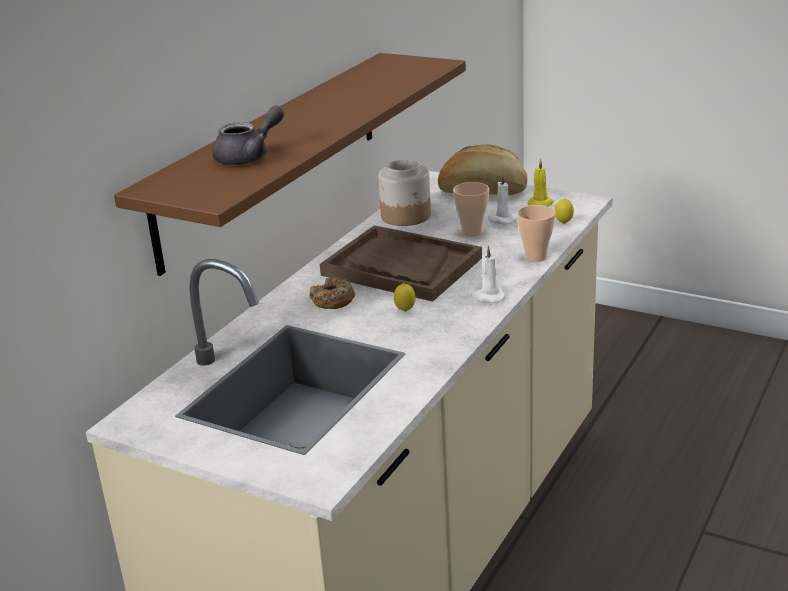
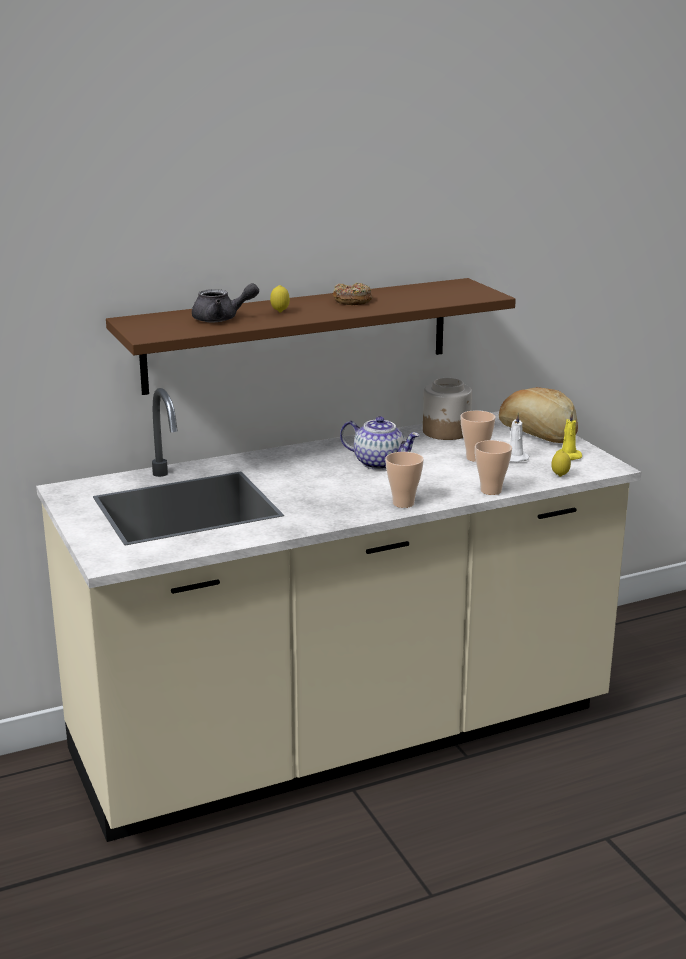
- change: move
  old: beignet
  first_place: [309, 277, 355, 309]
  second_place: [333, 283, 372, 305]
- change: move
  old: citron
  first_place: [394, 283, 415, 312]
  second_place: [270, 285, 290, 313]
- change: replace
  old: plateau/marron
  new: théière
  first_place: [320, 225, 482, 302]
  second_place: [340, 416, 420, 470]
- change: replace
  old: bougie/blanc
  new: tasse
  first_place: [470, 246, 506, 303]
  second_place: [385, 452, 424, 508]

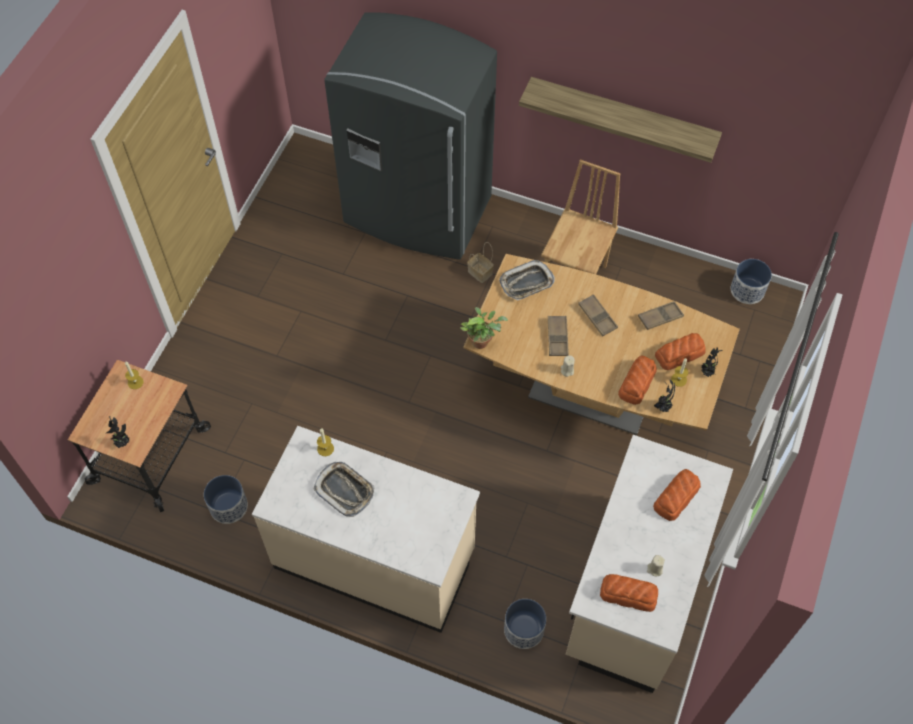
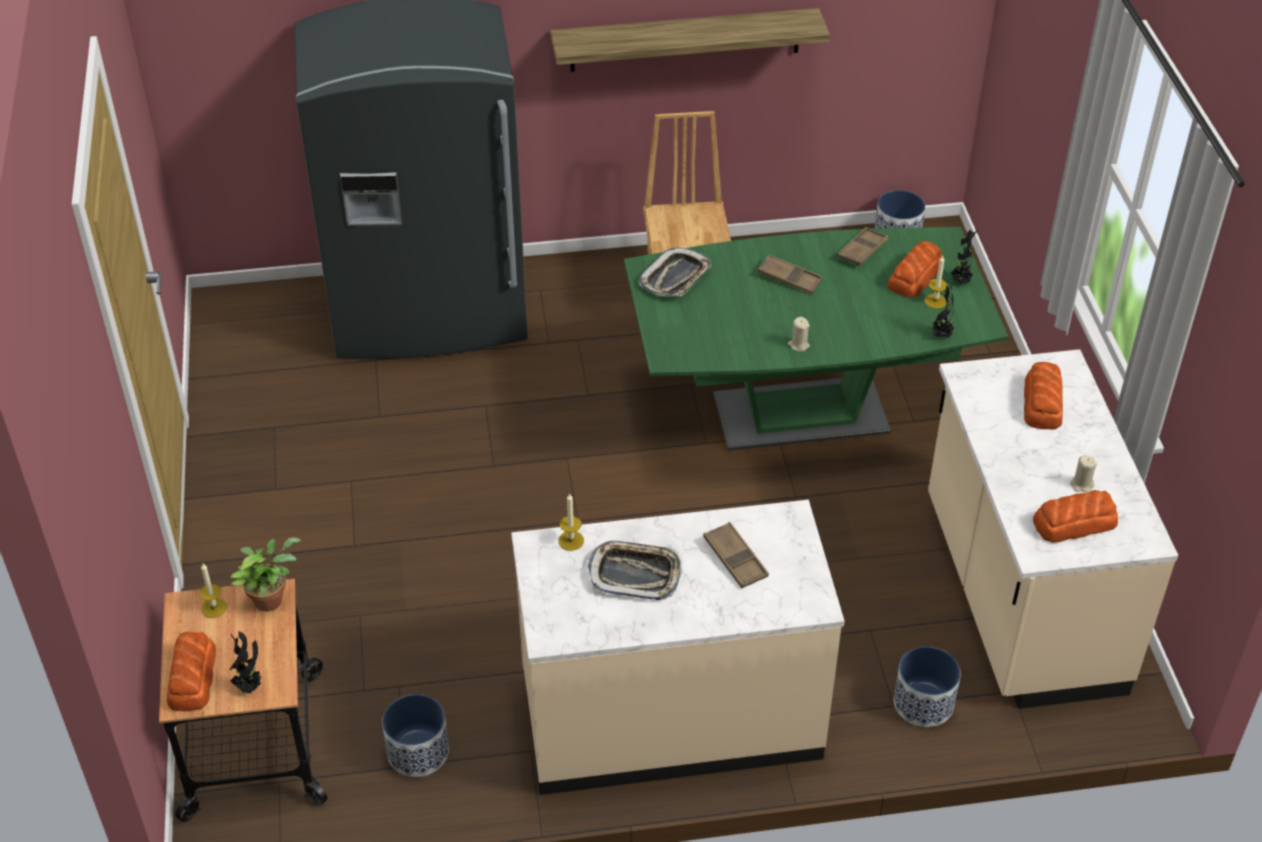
- change: delete
  old: panier
  first_place: [467, 242, 494, 283]
- change: move
  old: plante en pot
  first_place: [460, 307, 508, 349]
  second_place: [230, 537, 301, 612]
- change: move
  old: plateau/marron
  first_place: [548, 316, 569, 356]
  second_place: [703, 522, 769, 589]
- change: move
  old: pain
  first_place: [618, 355, 657, 405]
  second_place: [167, 632, 216, 711]
- change: recolor
  old: table à manger/marron
  new: table à manger/vert
  first_place: [463, 254, 740, 435]
  second_place: [624, 227, 1008, 451]

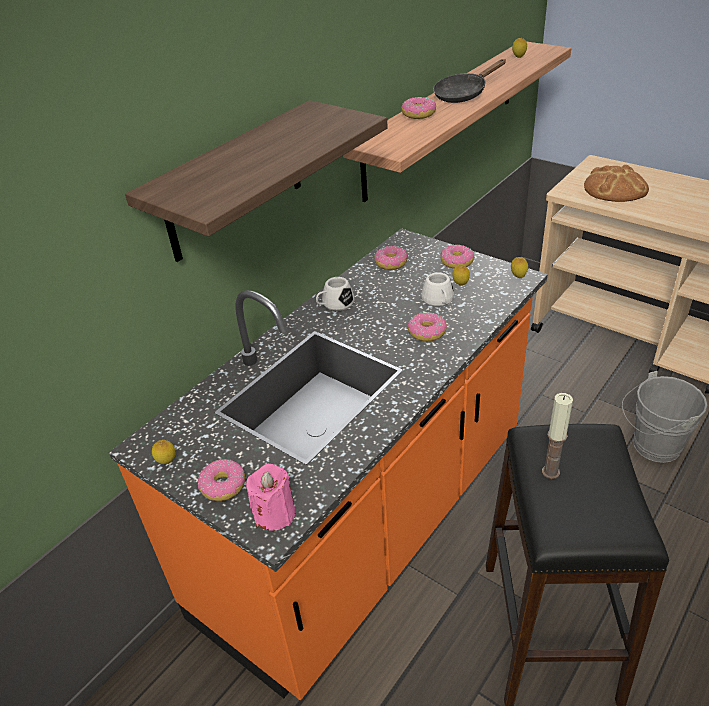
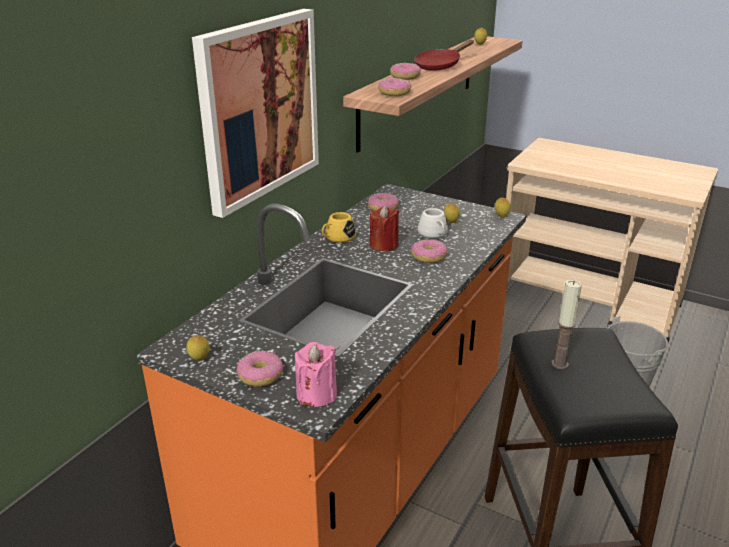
- change: delete
  old: pain
  first_place: [584, 164, 649, 202]
- change: insert
  new: bougie/rouge
  second_place: [370, 205, 400, 251]
- change: move
  old: beignet
  first_place: [440, 245, 475, 268]
  second_place: [378, 78, 412, 96]
- change: replace
  old: étagère
  new: tableau
  first_place: [125, 100, 388, 262]
  second_place: [192, 9, 319, 218]
- change: recolor
  old: mug/blanc
  new: mug/jaune
  first_place: [316, 277, 354, 311]
  second_place: [322, 212, 356, 243]
- change: recolor
  old: poêle/noir
  new: poêle/rouge
  first_place: [433, 59, 506, 103]
  second_place: [414, 40, 474, 71]

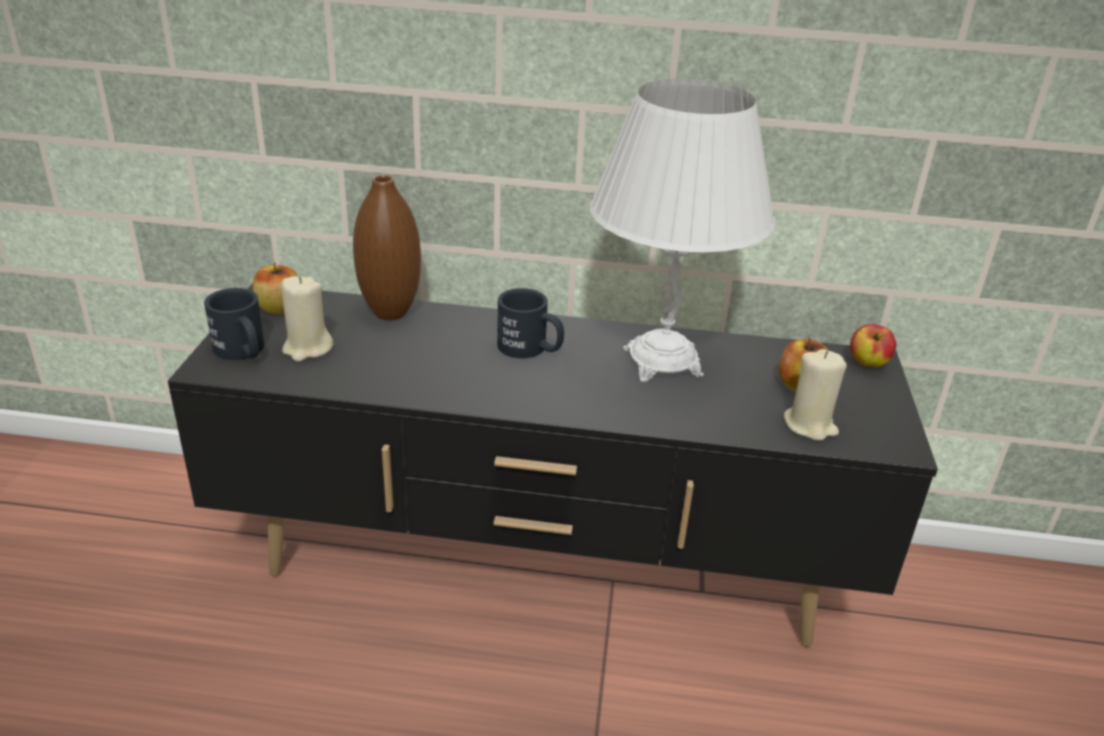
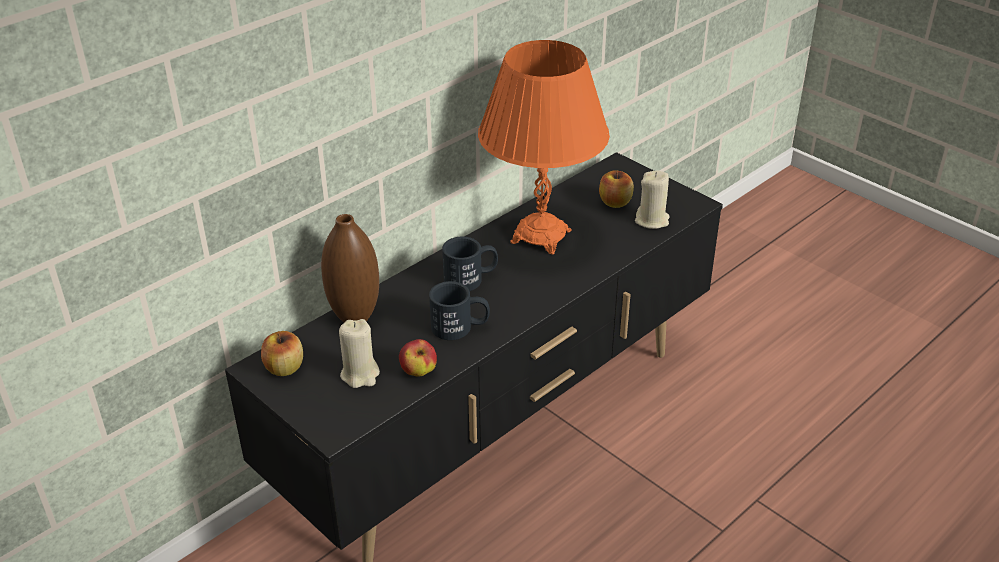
- change: move
  old: mug/noir
  first_place: [204, 288, 264, 360]
  second_place: [429, 281, 490, 340]
- change: move
  old: pomme
  first_place: [850, 324, 896, 367]
  second_place: [399, 339, 437, 377]
- change: recolor
  old: lampe de table/blanc
  new: lampe de table/orange
  first_place: [589, 79, 776, 382]
  second_place: [478, 40, 610, 255]

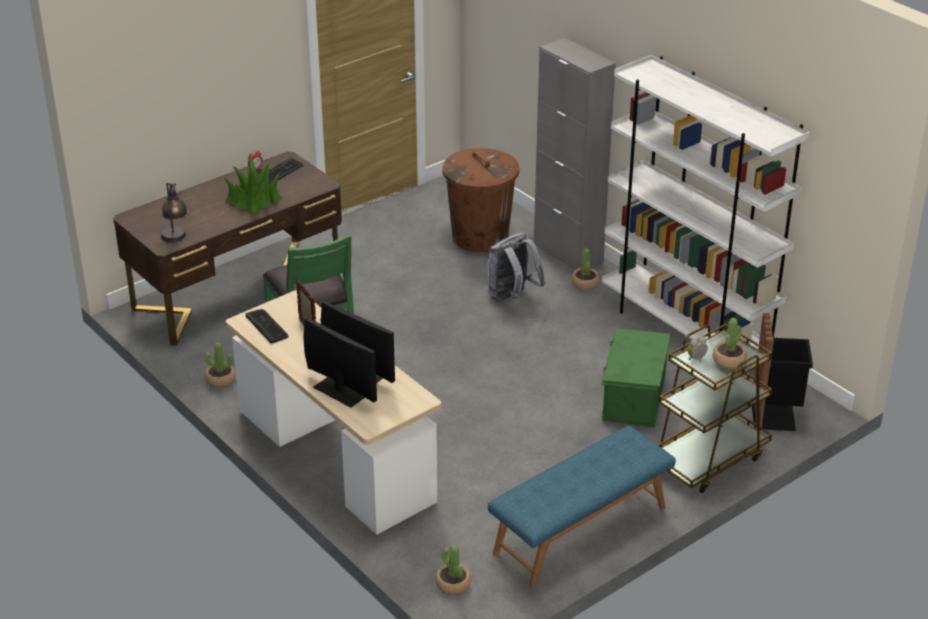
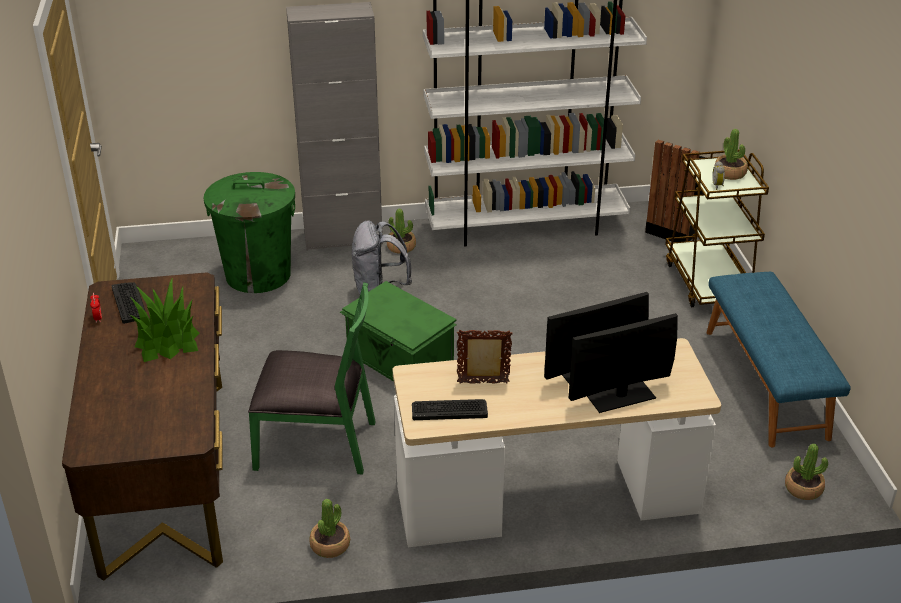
- change: delete
  old: lampe de table
  first_place: [161, 183, 188, 242]
- change: move
  old: boîte de rangement/vert
  first_place: [601, 329, 671, 428]
  second_place: [340, 281, 457, 382]
- change: recolor
  old: poubelle/marron
  new: poubelle/vert
  first_place: [442, 148, 519, 252]
  second_place: [204, 172, 295, 293]

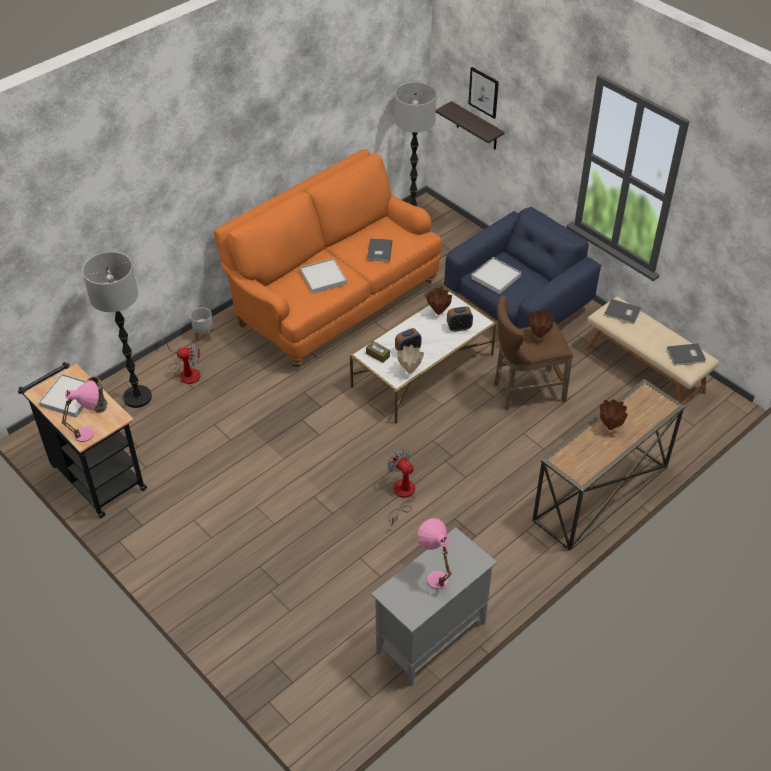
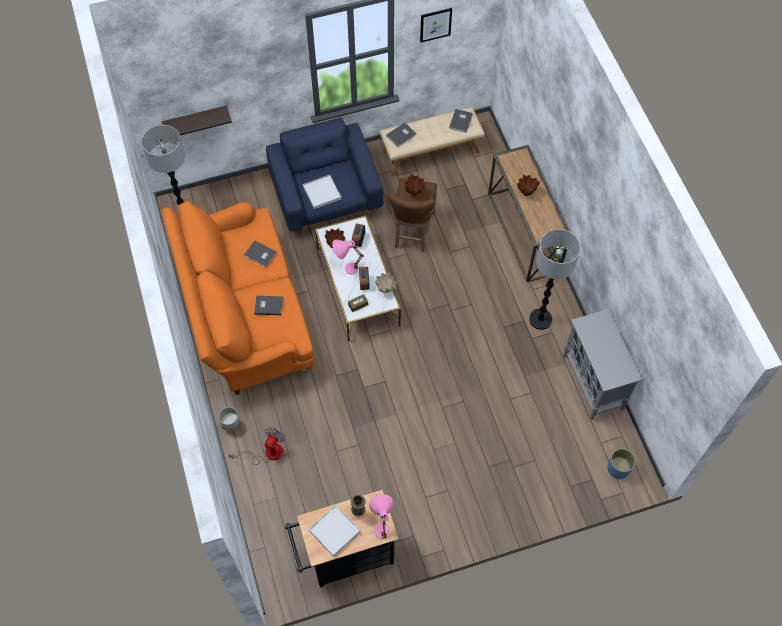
- change: delete
  old: ventilateur
  first_place: [388, 449, 415, 525]
- change: insert
  new: cache-pot/bleu
  second_place: [607, 448, 636, 479]
- change: move
  old: lampadaire
  first_place: [82, 252, 152, 408]
  second_place: [529, 229, 581, 330]
- change: move
  old: lampe de table/rose
  first_place: [417, 518, 452, 589]
  second_place: [332, 240, 364, 274]
- change: move
  old: tableau
  first_place: [468, 67, 499, 119]
  second_place: [420, 8, 452, 43]
- change: replace
  old: plateau/blanc
  new: livre/gris
  first_place: [300, 258, 347, 293]
  second_place: [254, 296, 283, 315]

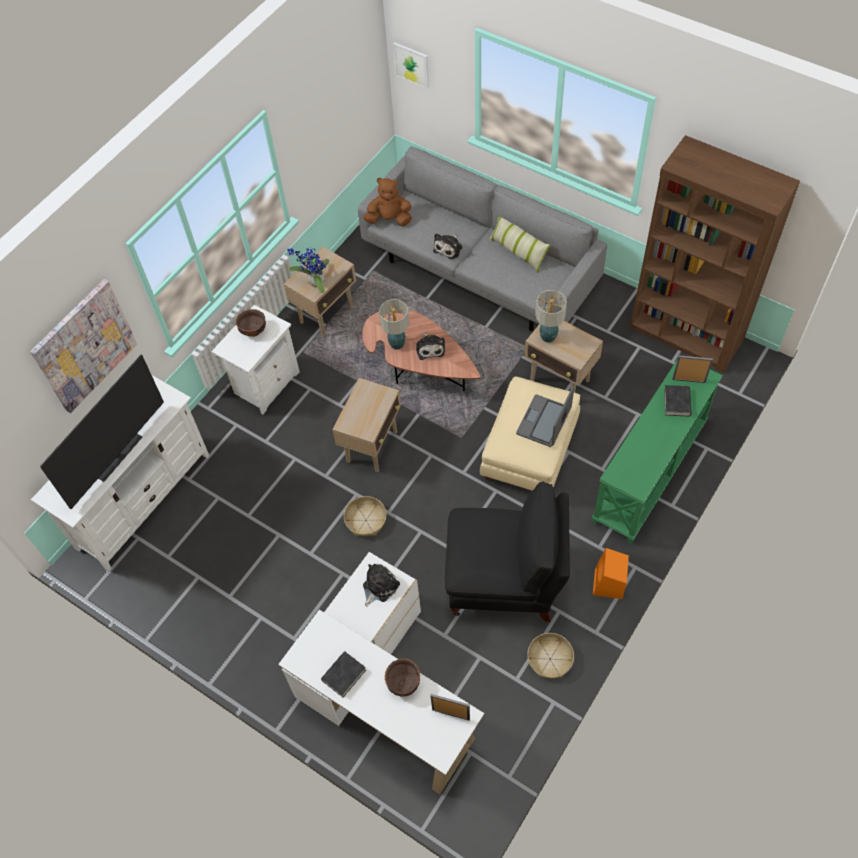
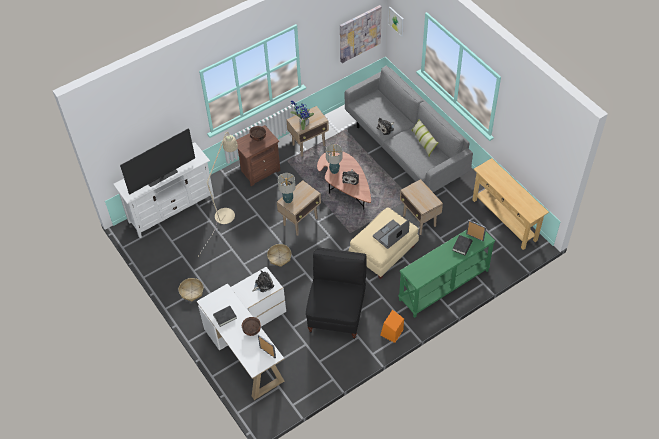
- change: delete
  old: peluche/marron
  first_place: [363, 178, 412, 226]
- change: insert
  new: lampadaire/beige
  second_place: [197, 132, 238, 258]
- change: move
  old: tableau
  first_place: [30, 279, 137, 413]
  second_place: [340, 5, 382, 63]
- change: move
  old: panier
  first_place: [527, 633, 574, 679]
  second_place: [179, 278, 203, 302]
- change: move
  old: lampe de table
  first_place: [535, 290, 567, 343]
  second_place: [278, 173, 296, 203]
- change: replace
  old: bibliothèque/marron
  new: table console/beige
  first_place: [630, 135, 800, 373]
  second_place: [472, 158, 549, 250]
- change: recolor
  old: table de chevet/blanc
  new: table de chevet/marron
  first_place: [211, 305, 300, 415]
  second_place: [236, 125, 281, 186]
- change: rotate
  old: chaise/noir
  first_place: [445, 482, 570, 622]
  second_place: [306, 248, 367, 339]
  degrees: -105

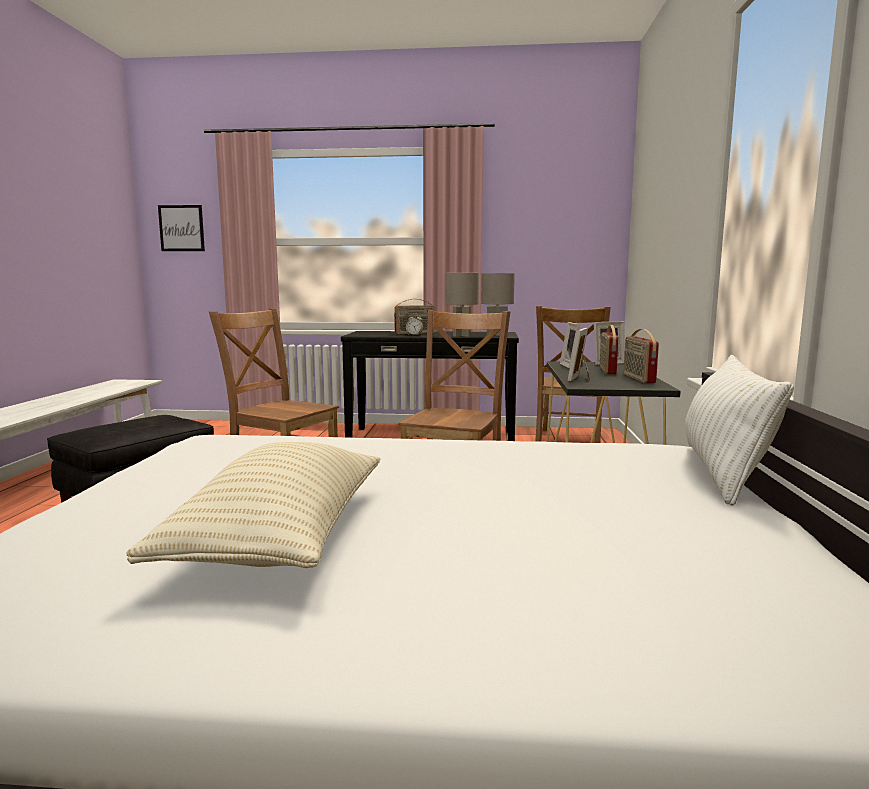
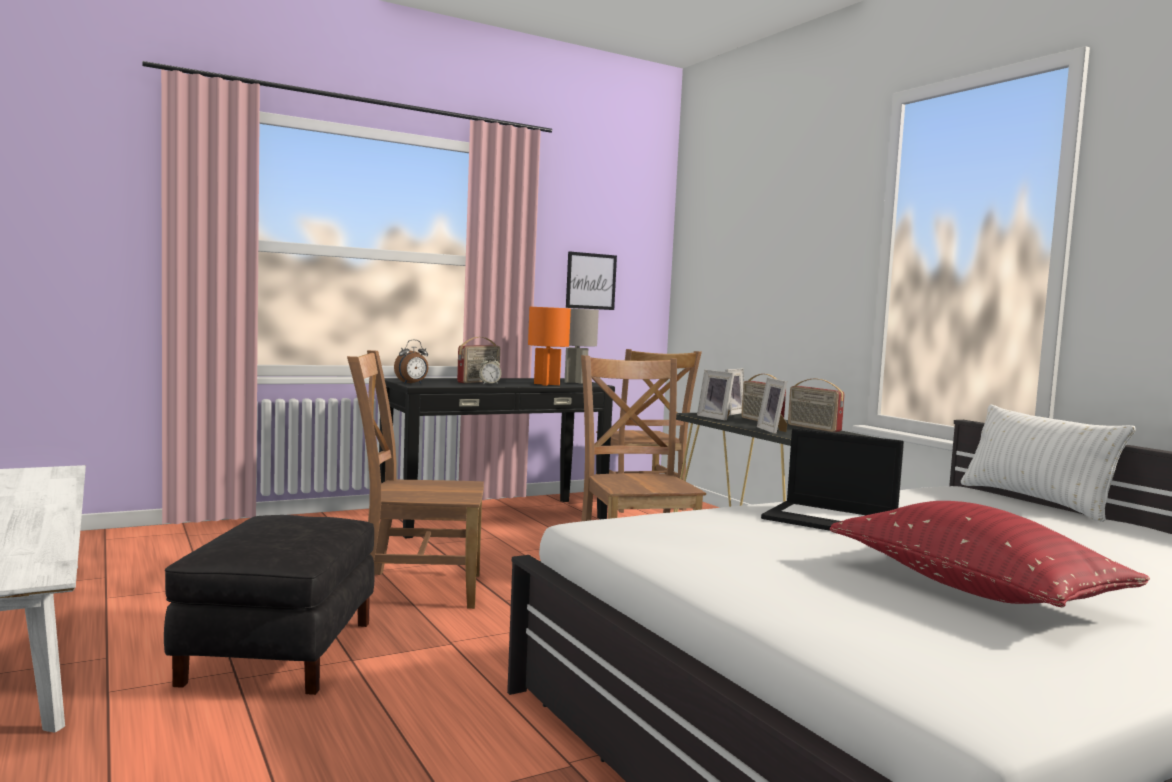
- change: insert
  new: réveil
  second_place: [394, 340, 428, 384]
- change: insert
  new: ordinateur portable
  second_place: [761, 428, 904, 531]
- change: move
  old: tableau
  first_place: [158, 205, 205, 251]
  second_place: [566, 251, 617, 310]
- change: recolor
  old: coussin/beige
  new: coussin/rouge
  first_place: [126, 442, 380, 568]
  second_place: [830, 501, 1150, 607]
- change: recolor
  old: lampe de table/gris
  new: lampe de table/orange
  first_place: [445, 273, 479, 337]
  second_place: [528, 307, 571, 386]

